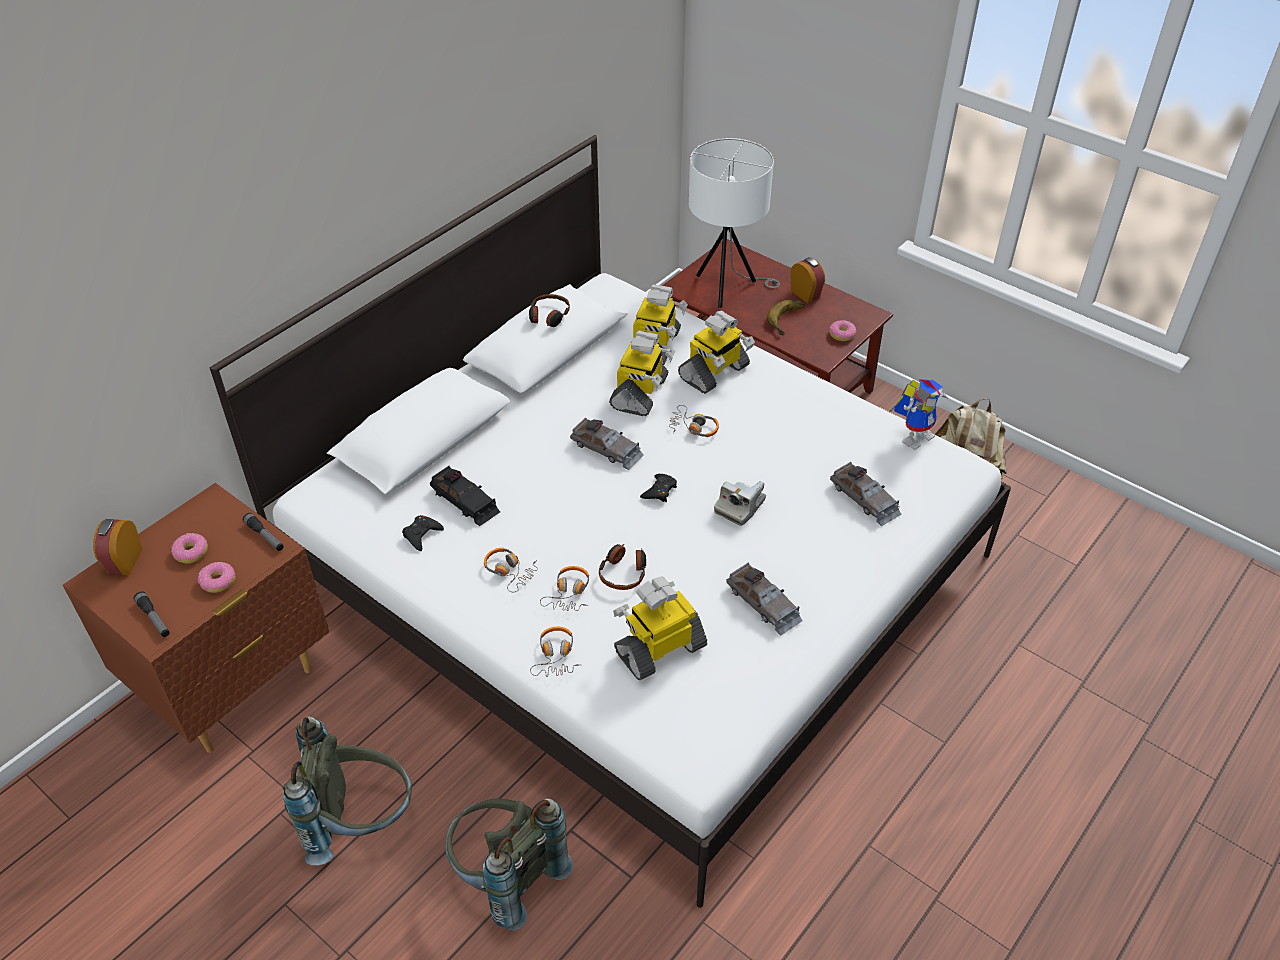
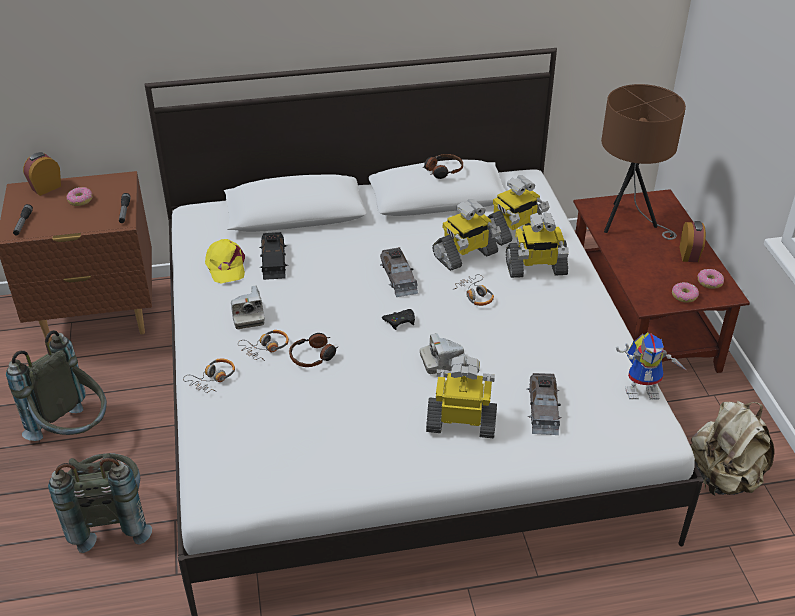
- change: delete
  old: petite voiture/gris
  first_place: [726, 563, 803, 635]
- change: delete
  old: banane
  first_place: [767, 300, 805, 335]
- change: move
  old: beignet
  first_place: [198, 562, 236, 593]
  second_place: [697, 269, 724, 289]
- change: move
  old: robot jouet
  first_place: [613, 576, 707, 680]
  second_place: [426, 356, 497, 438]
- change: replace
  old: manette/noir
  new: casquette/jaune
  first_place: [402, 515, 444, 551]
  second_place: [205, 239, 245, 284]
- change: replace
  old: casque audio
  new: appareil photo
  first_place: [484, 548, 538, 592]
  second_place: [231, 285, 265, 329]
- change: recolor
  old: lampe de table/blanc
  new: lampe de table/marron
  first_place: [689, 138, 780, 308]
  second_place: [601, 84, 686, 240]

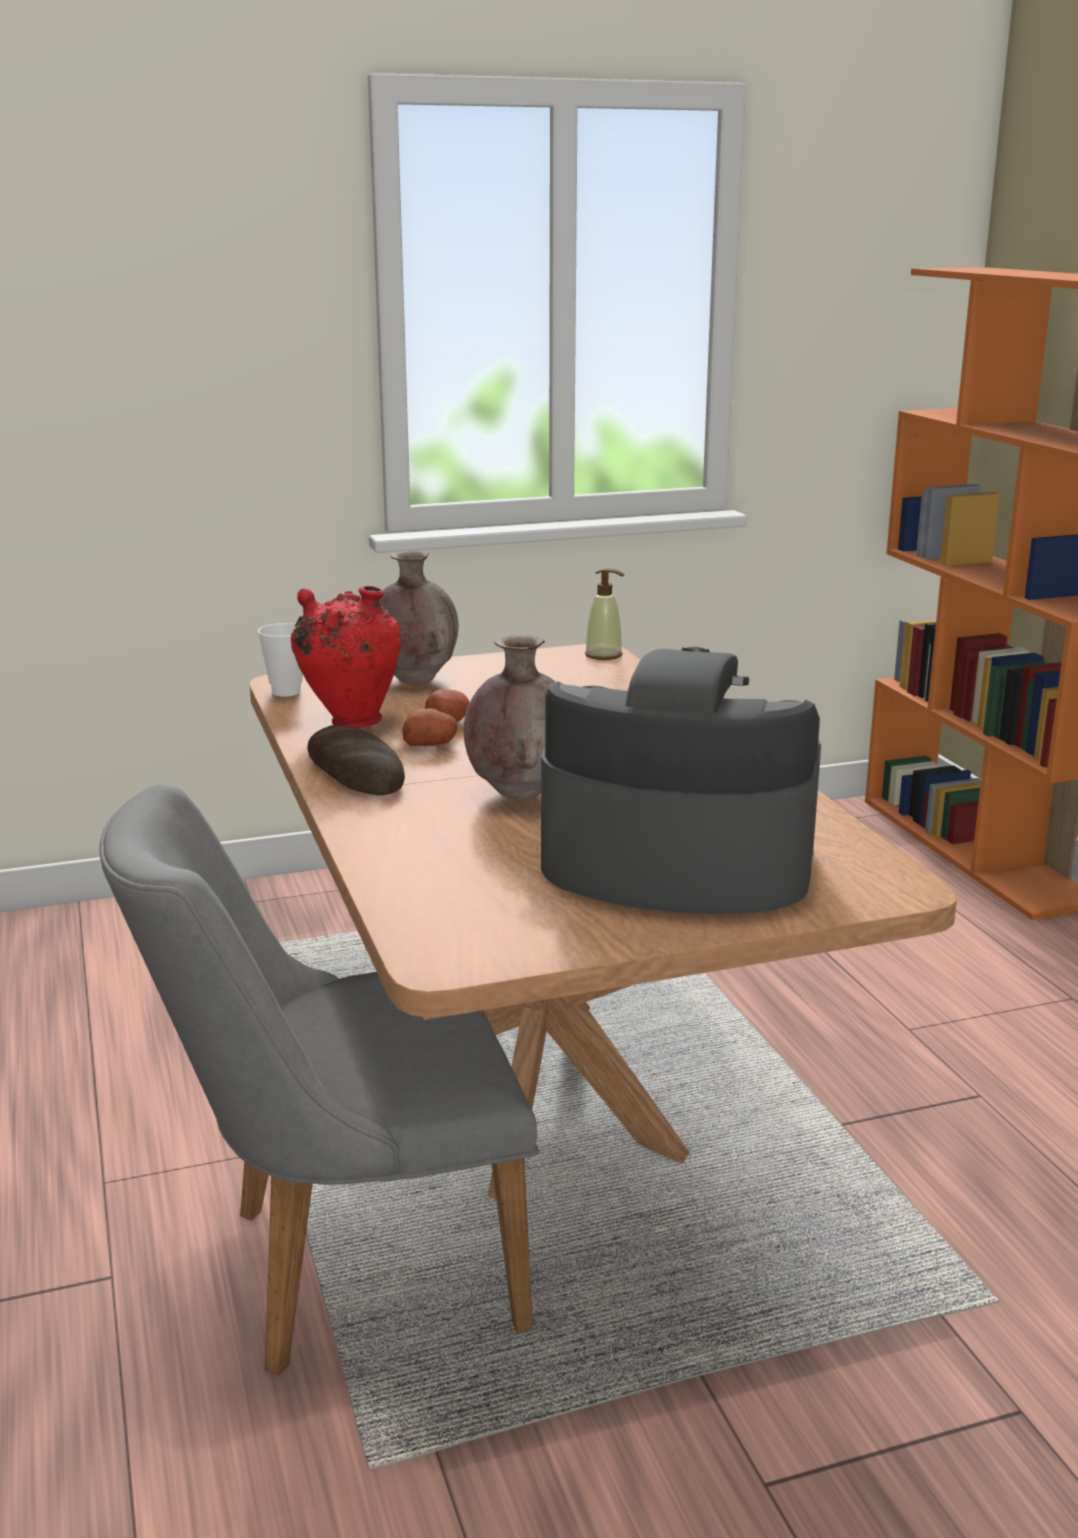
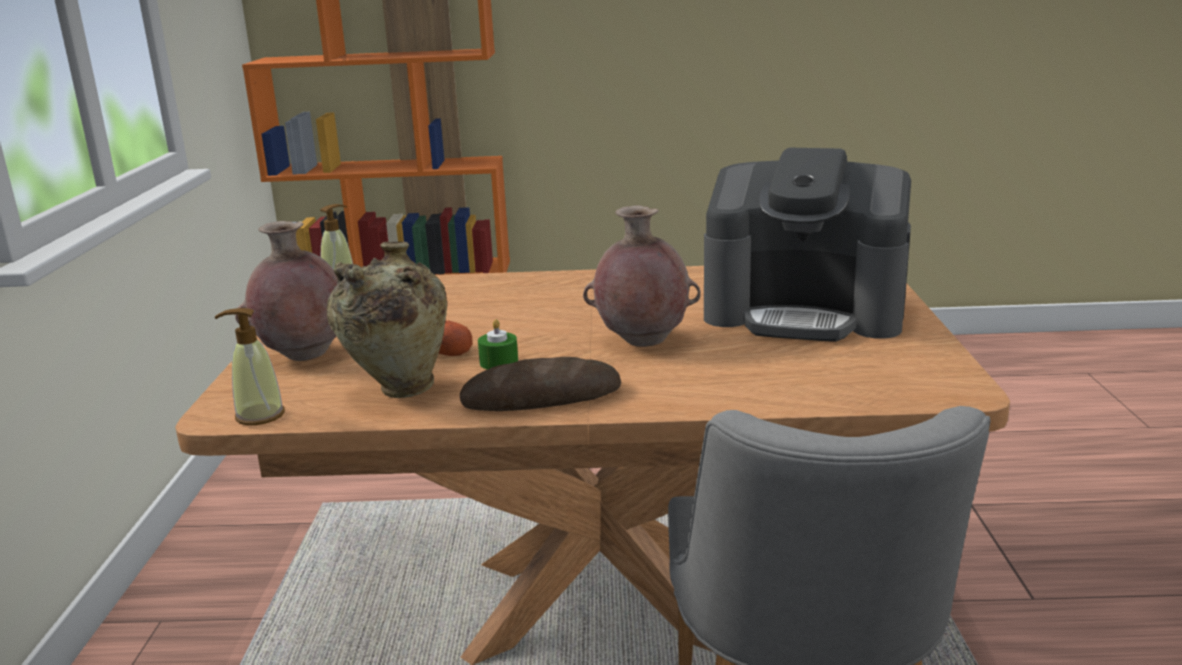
- change: replace
  old: tasse
  new: distributeur de savon
  first_place: [258, 623, 303, 697]
  second_place: [214, 308, 285, 425]
- change: replace
  old: pomme de terre
  new: bougie/vert
  first_place: [402, 708, 457, 746]
  second_place: [478, 319, 518, 370]
- change: recolor
  old: vase/rouge
  new: vase/beige
  first_place: [291, 586, 401, 728]
  second_place: [327, 242, 447, 398]
- change: rotate
  old: machine à café
  first_place: [541, 647, 821, 914]
  second_place: [704, 148, 911, 342]
  degrees: -105

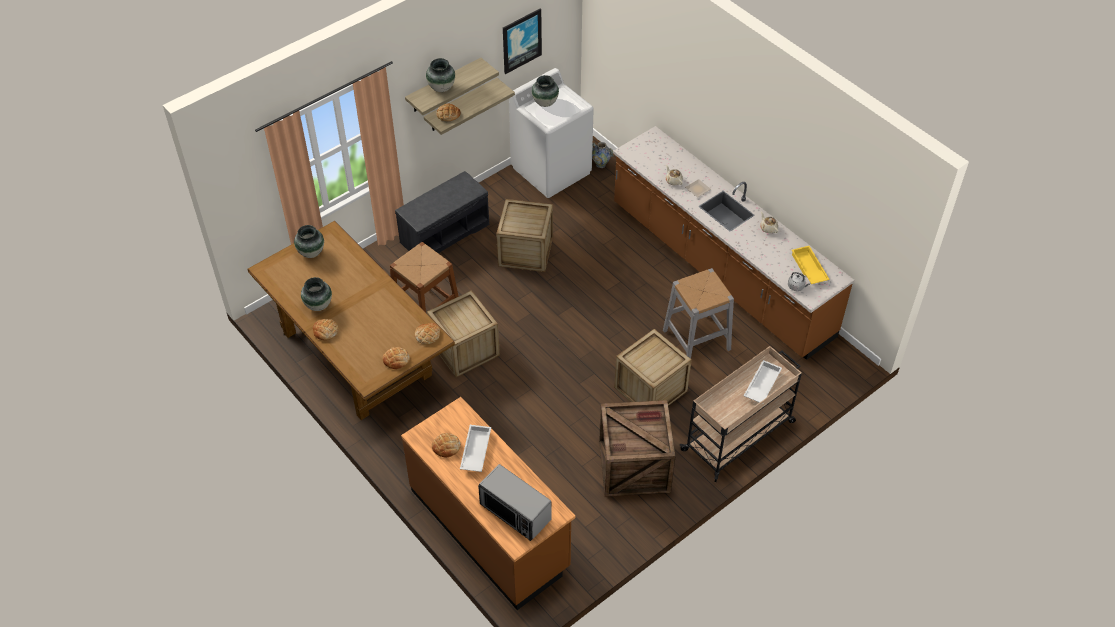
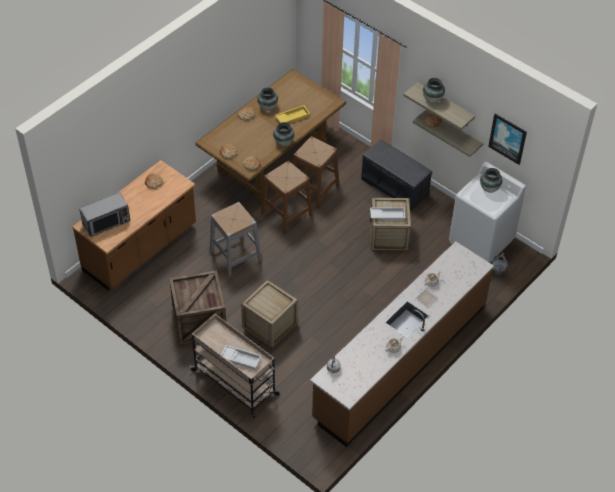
- change: move
  old: vase
  first_place: [294, 225, 324, 258]
  second_place: [273, 122, 294, 146]
- change: move
  old: plateau/blanc
  first_place: [460, 425, 491, 472]
  second_place: [370, 207, 405, 221]
- change: move
  old: tabouret/gris
  first_place: [663, 268, 734, 359]
  second_place: [210, 202, 261, 276]
- change: move
  old: plateau/jaune
  first_place: [792, 246, 830, 284]
  second_place: [275, 105, 310, 123]
- change: replace
  old: caisse
  new: tabouret/marron
  first_place: [427, 290, 500, 377]
  second_place: [261, 161, 313, 234]
- change: rotate
  old: micro-ondes
  first_place: [478, 464, 552, 541]
  second_place: [79, 192, 130, 237]
  degrees: -150

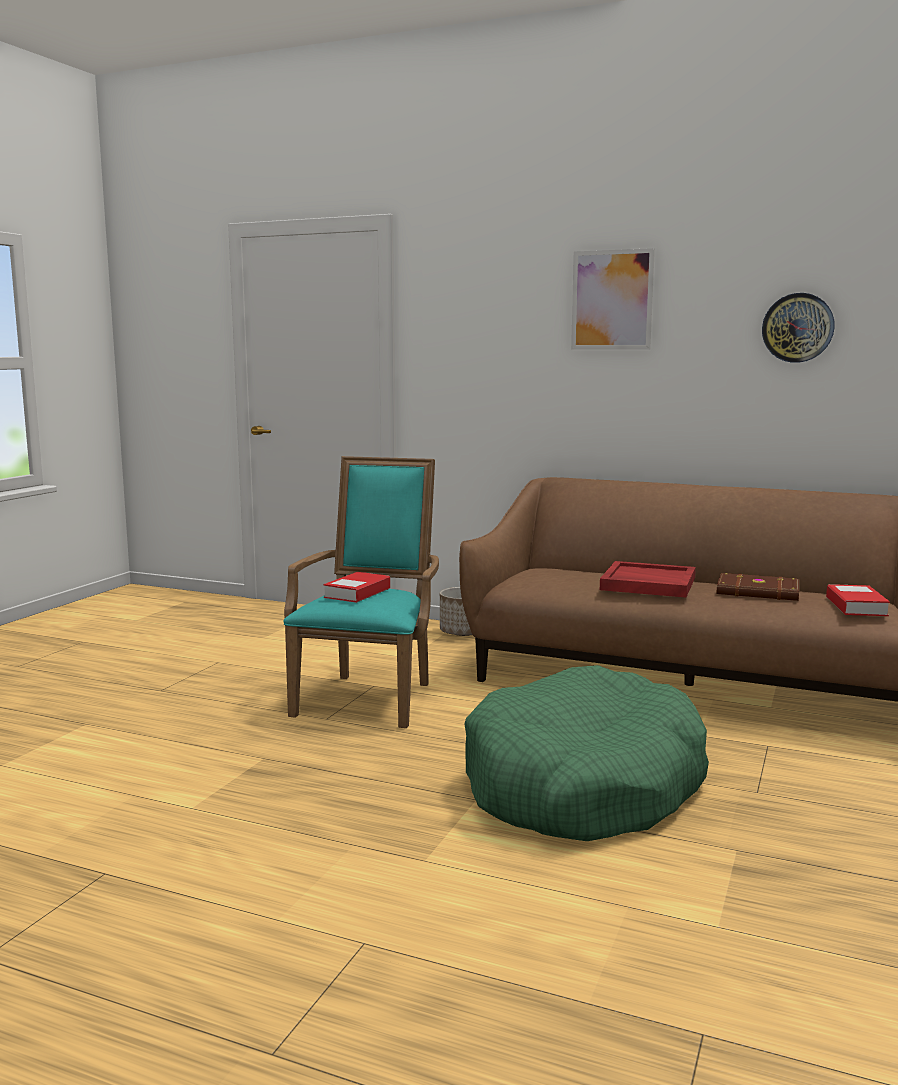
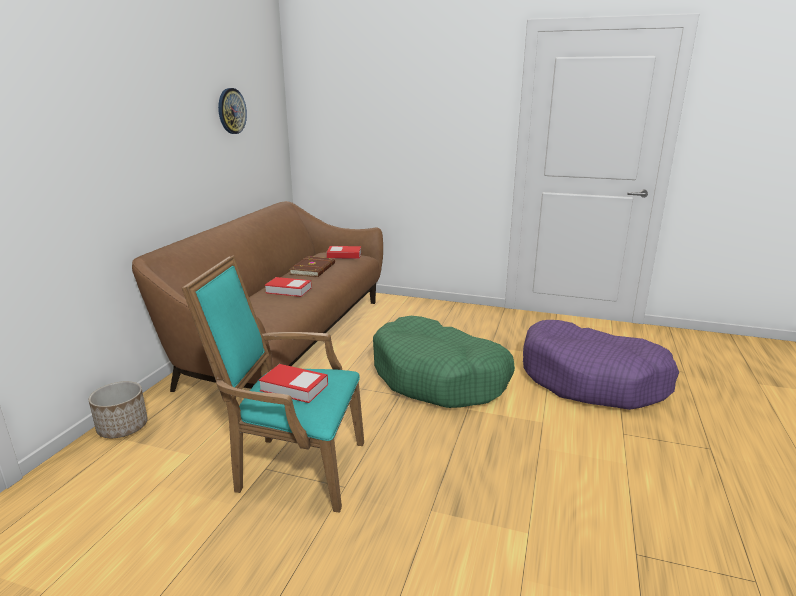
- change: delete
  old: tableau
  first_place: [571, 248, 655, 349]
- change: insert
  new: panier pour chien/violet
  second_place: [523, 320, 679, 410]
- change: replace
  old: plateau/rouge
  new: livre
  first_place: [600, 561, 696, 598]
  second_place: [265, 277, 312, 297]

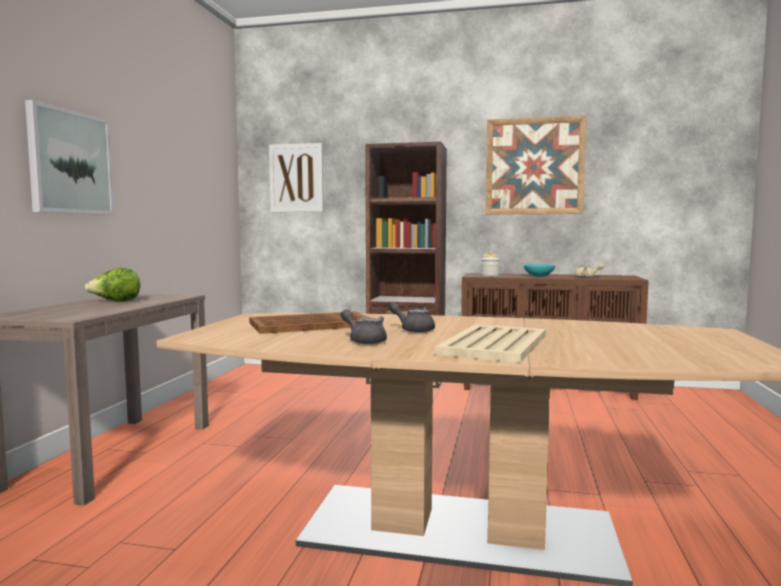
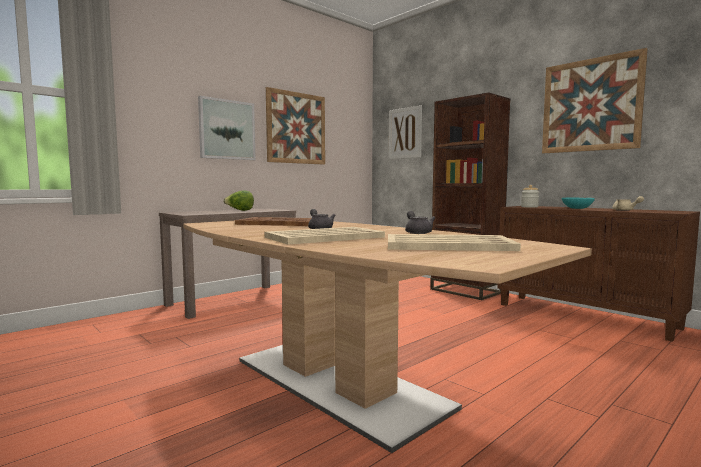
- change: insert
  new: tableau
  second_place: [266, 87, 325, 165]
- change: insert
  new: plateau/beige
  second_place: [388, 234, 521, 251]
- change: move
  old: théière/gris
  first_place: [341, 310, 387, 344]
  second_place: [405, 211, 435, 234]

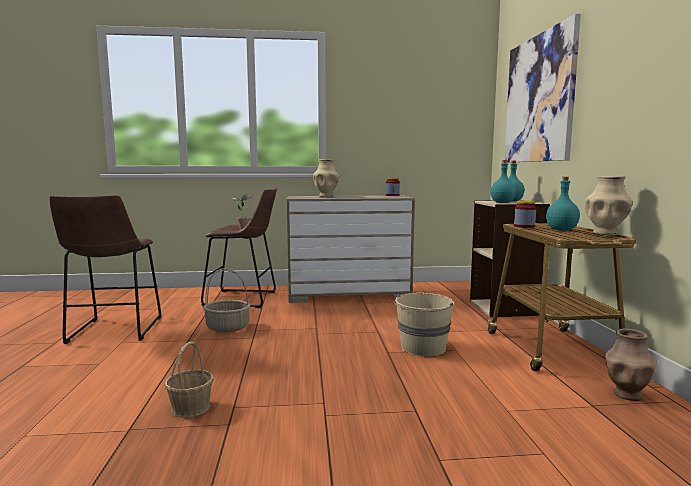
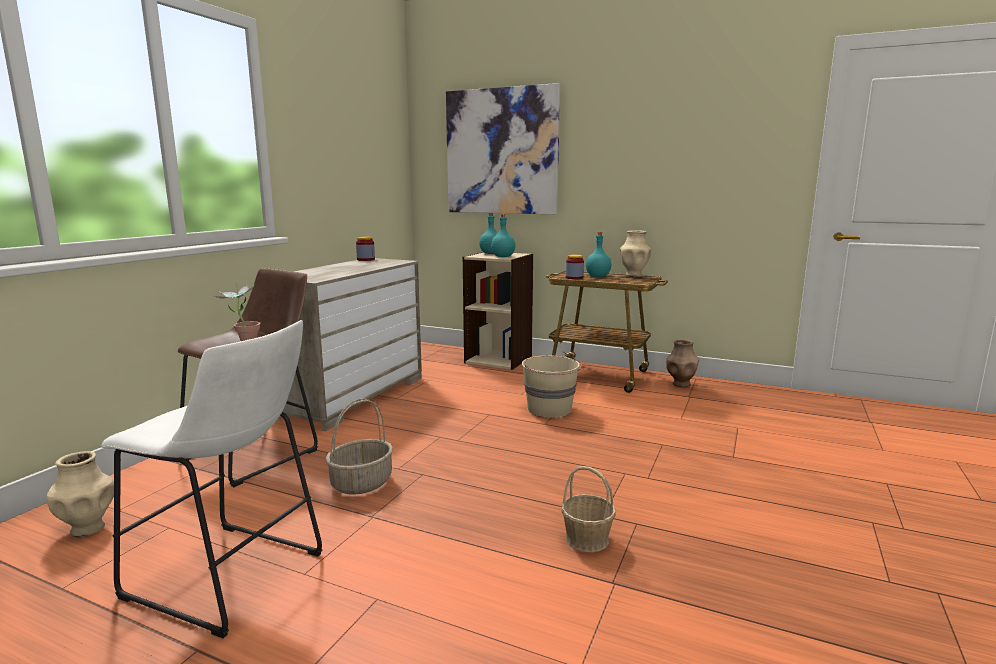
- change: move
  old: vase/beige
  first_place: [313, 159, 339, 197]
  second_place: [47, 451, 114, 537]
- change: recolor
  old: tabouret/marron
  new: tabouret/blanc
  first_place: [50, 195, 161, 344]
  second_place: [101, 320, 323, 638]

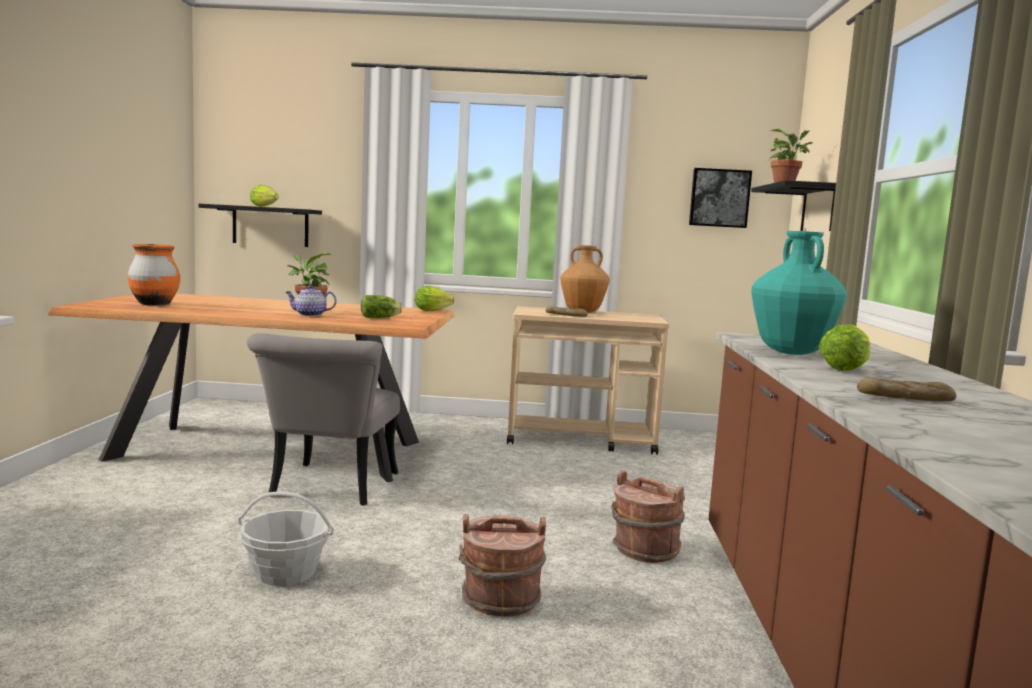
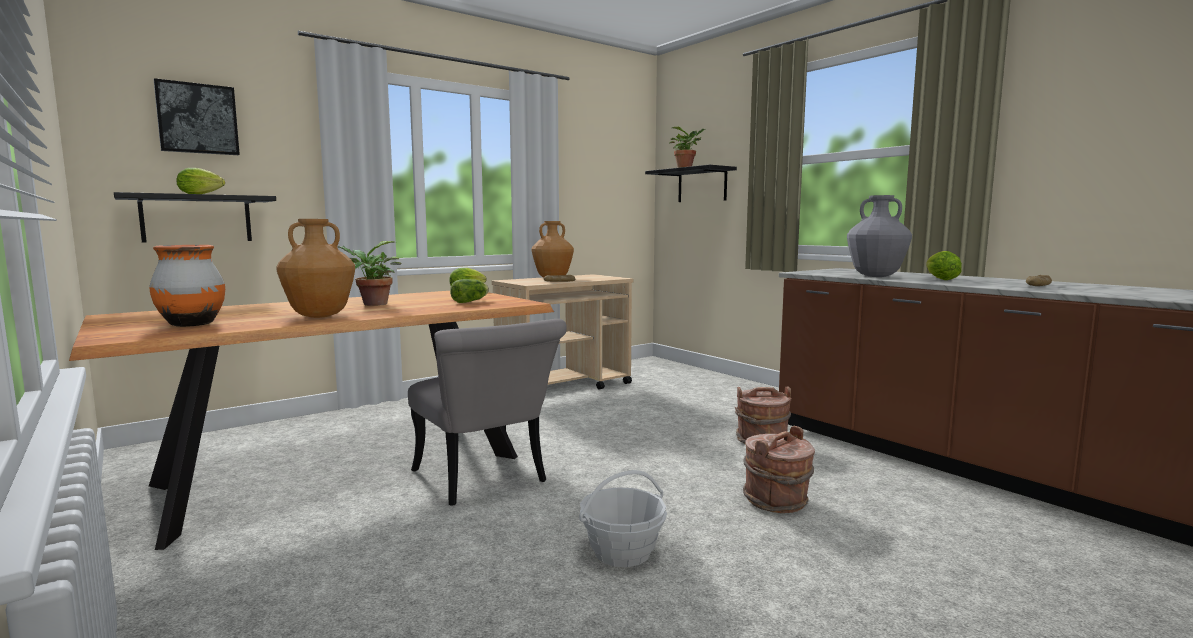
- change: delete
  old: théière
  first_place: [285, 285, 337, 316]
- change: insert
  new: vase/marron
  second_place: [276, 219, 355, 318]
- change: move
  old: tableau
  first_place: [689, 168, 752, 228]
  second_place: [154, 78, 240, 155]
- change: recolor
  old: vase/turquoise
  new: vase/gris
  first_place: [751, 231, 847, 355]
  second_place: [847, 195, 912, 277]

